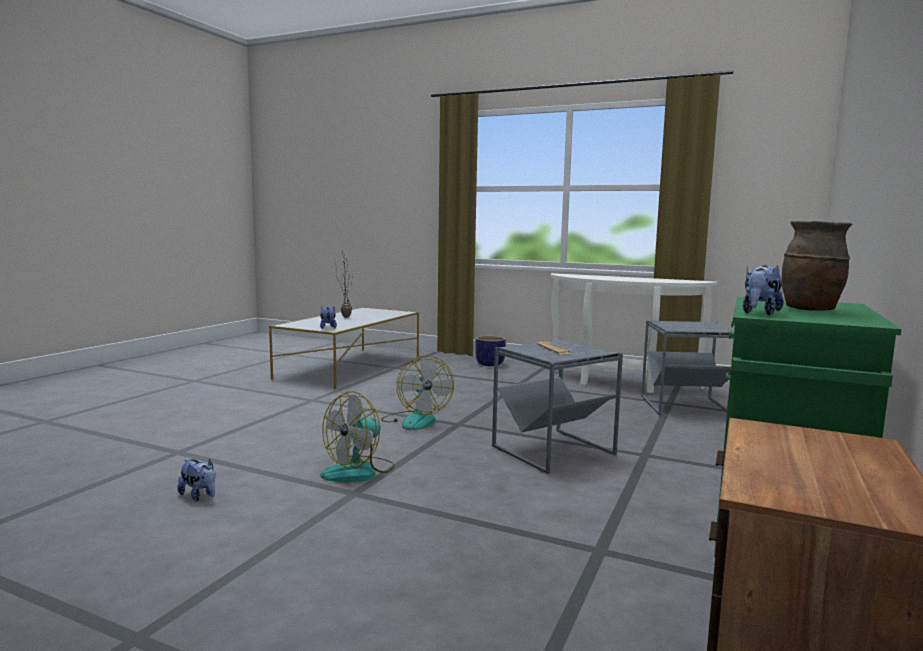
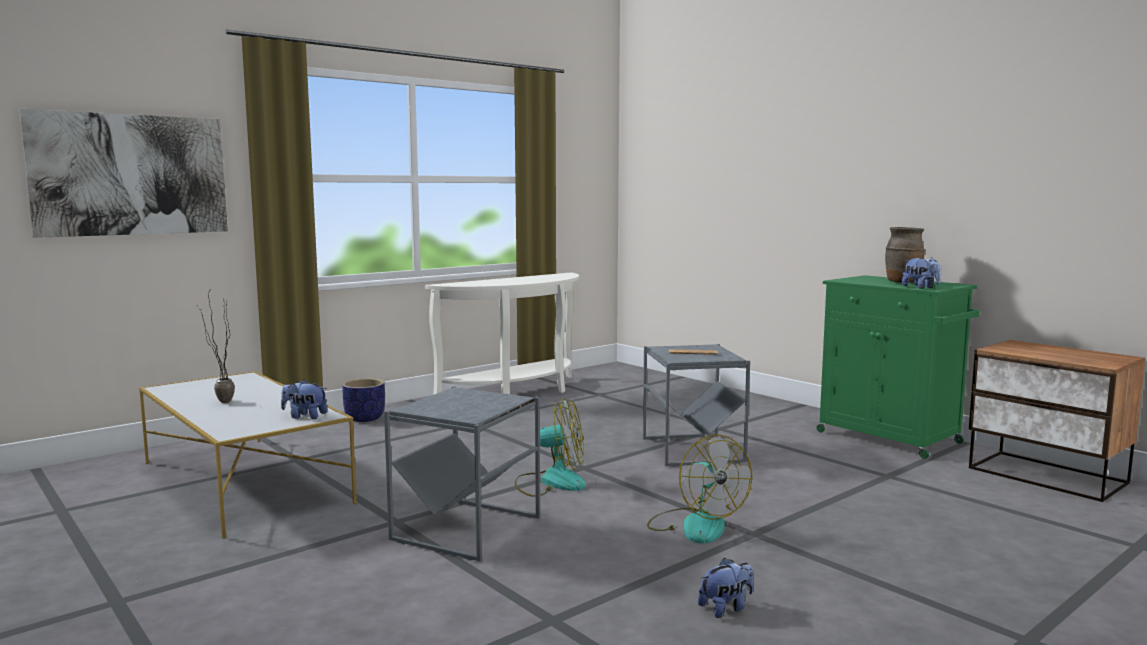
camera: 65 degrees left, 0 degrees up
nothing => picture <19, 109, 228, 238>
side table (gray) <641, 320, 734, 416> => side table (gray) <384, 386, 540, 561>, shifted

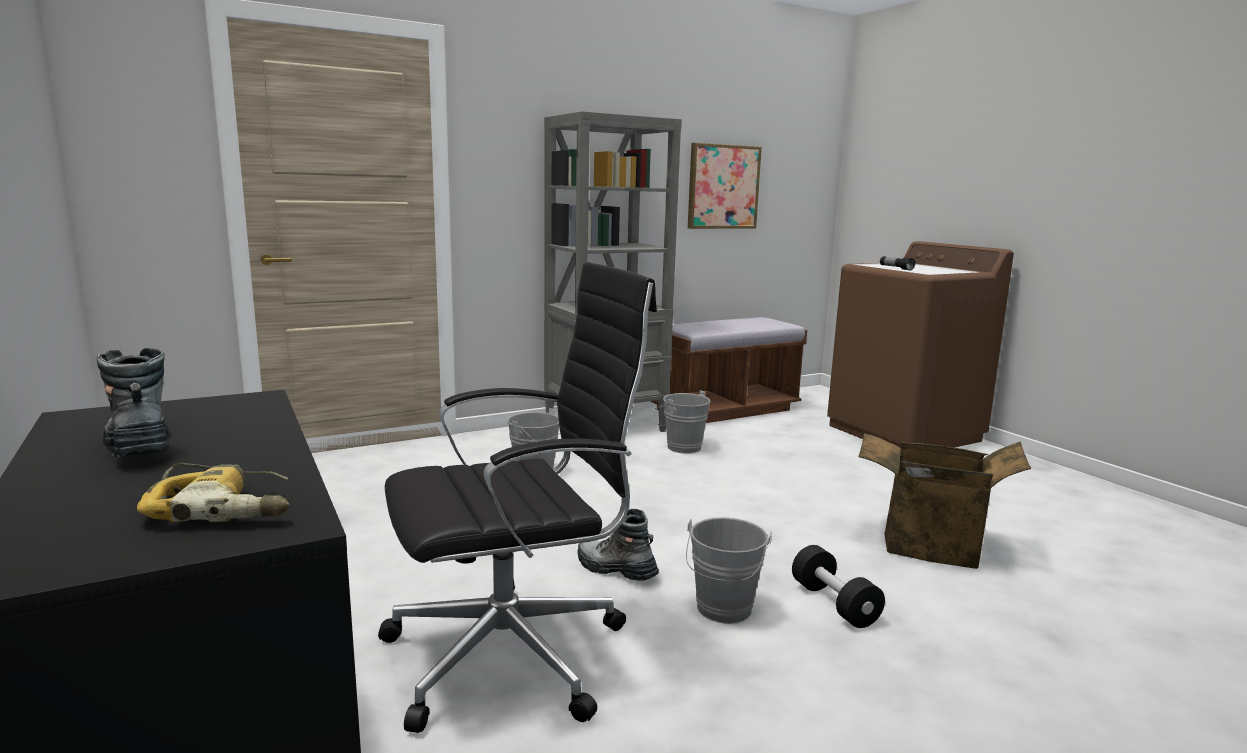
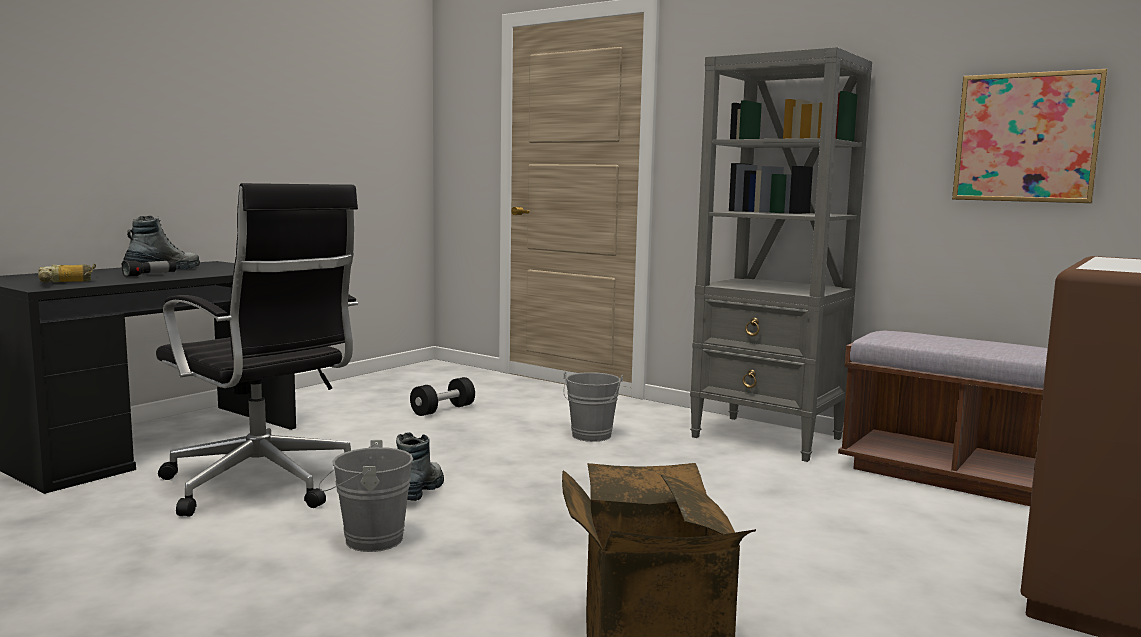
camera: 65 degrees right, 5 degrees down
pail (gray) <655, 390, 710, 454> => nothing
free weight (black) <792, 545, 885, 628> => free weight (black) <410, 377, 475, 416>, shifted
flashlight <880, 256, 915, 271> => flashlight <122, 260, 176, 277>, shifted

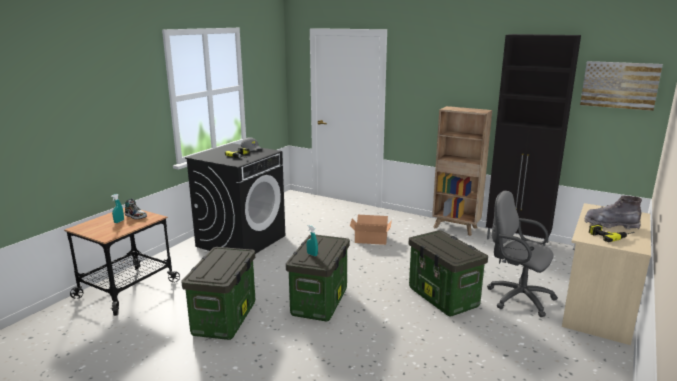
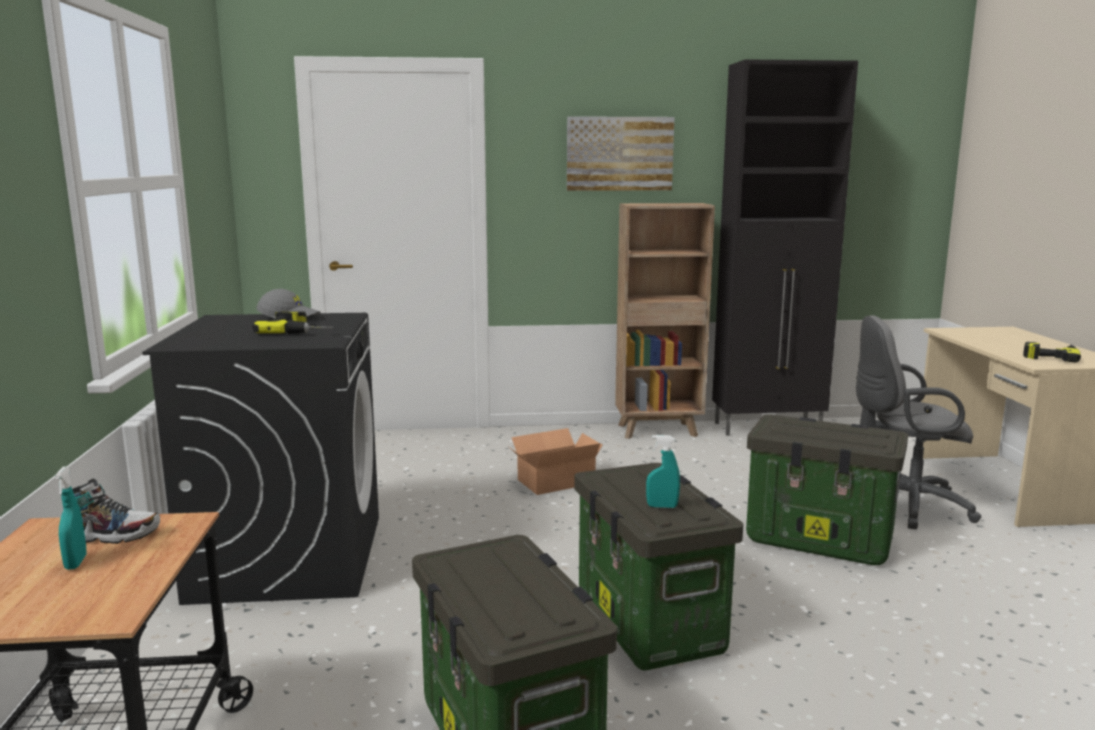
camera: 35 degrees left, 5 degrees down
boot (gray) <584, 196, 642, 230> => nothing
picture <580, 61, 663, 111> => picture <567, 116, 674, 191>, shifted

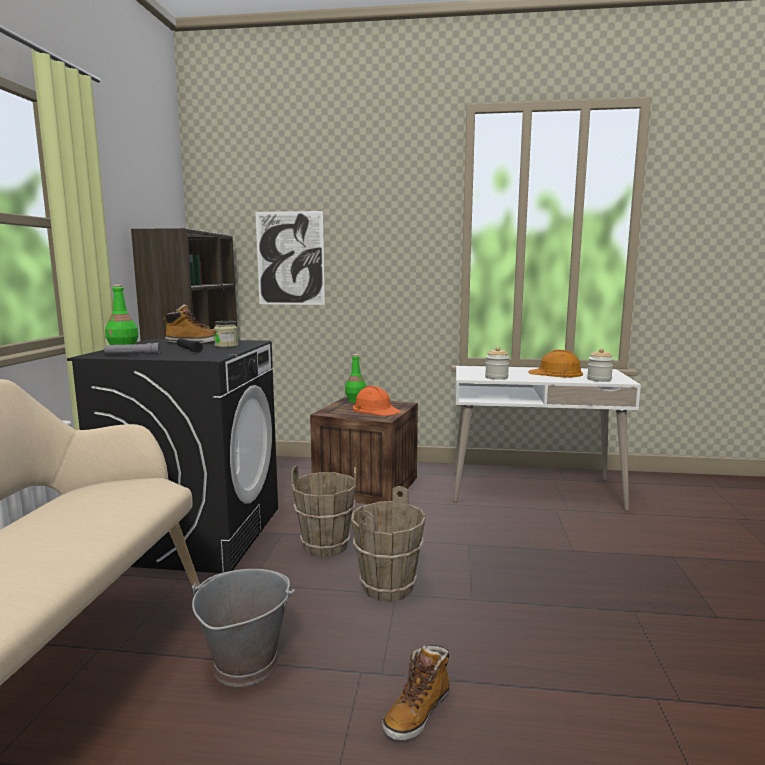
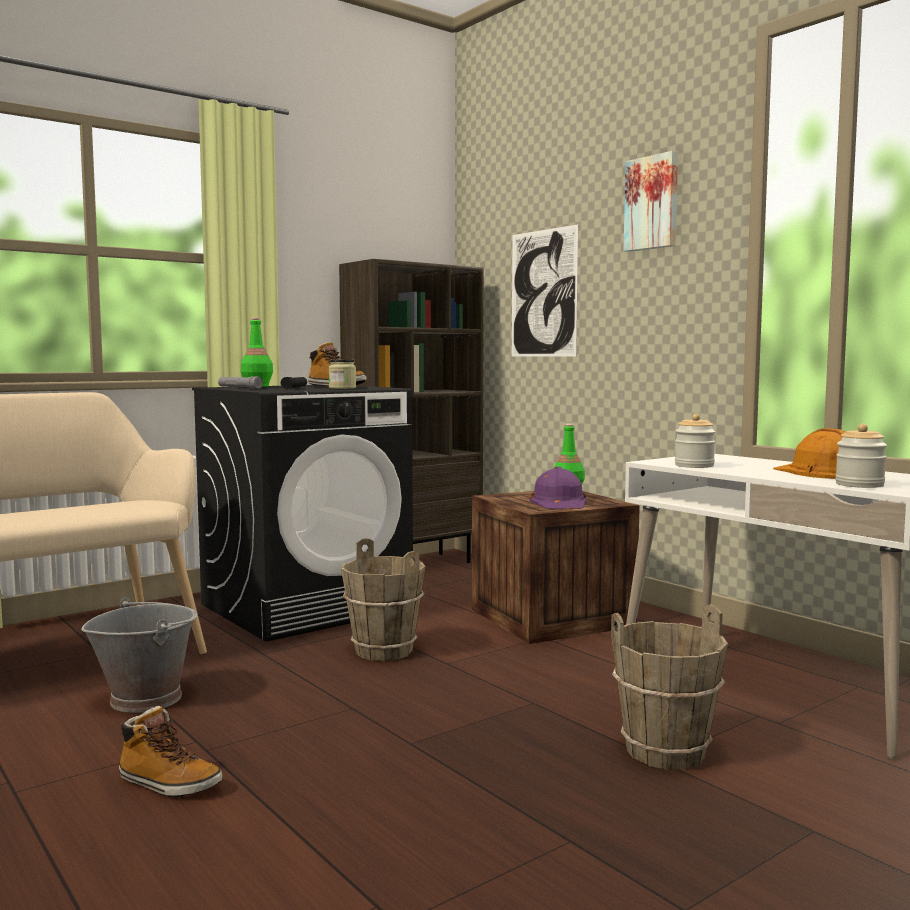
camera: 45 degrees right, 5 degrees down
nothing => picture <623, 151, 678, 252>
pail (brownish) <351, 486, 426, 602> => pail (brownish) <611, 604, 728, 770>, shifted
hard hat (orangey) <353, 385, 401, 416> => hard hat (purplish) <529, 467, 587, 509>
boot <382, 645, 450, 740> => boot <119, 706, 223, 797>, 150 degrees counterclockwise

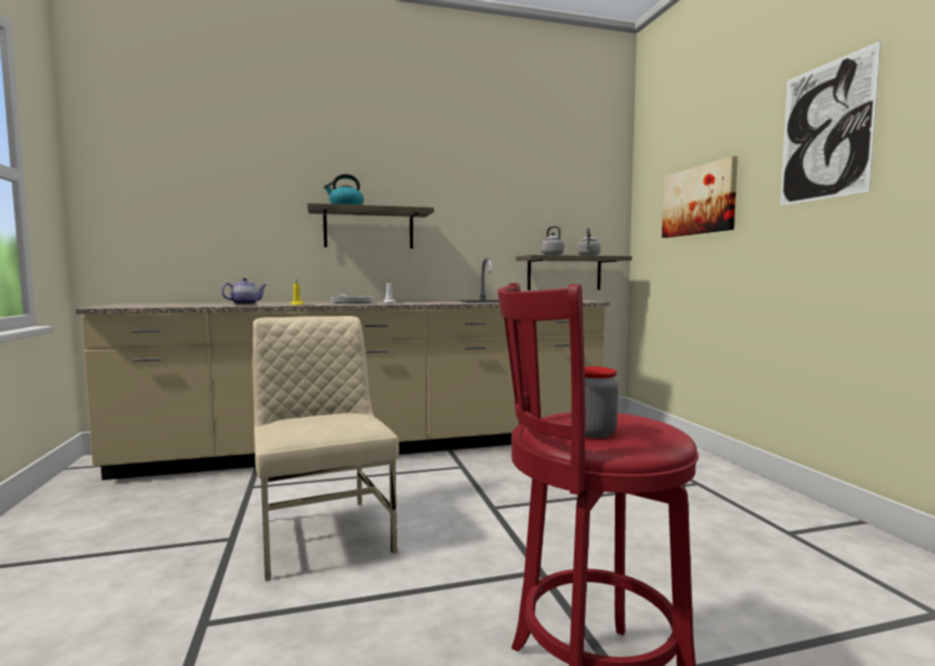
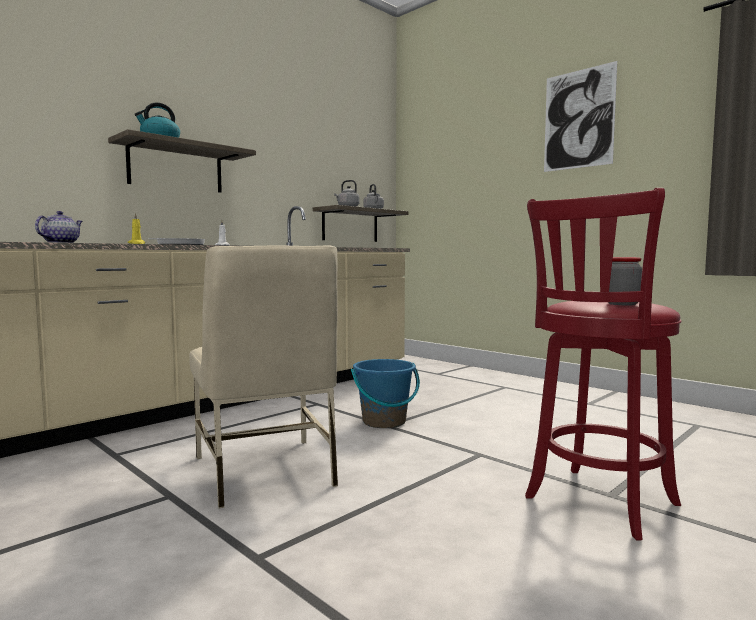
camera: 30 degrees left, 0 degrees up
picture <662, 156, 738, 238> => nothing
nothing => pail (blue-coloured) <351, 359, 420, 428>
chair (sand-coloured) <252, 316, 399, 581> => chair (sand-coloured) <189, 245, 338, 508>, 150 degrees counterclockwise

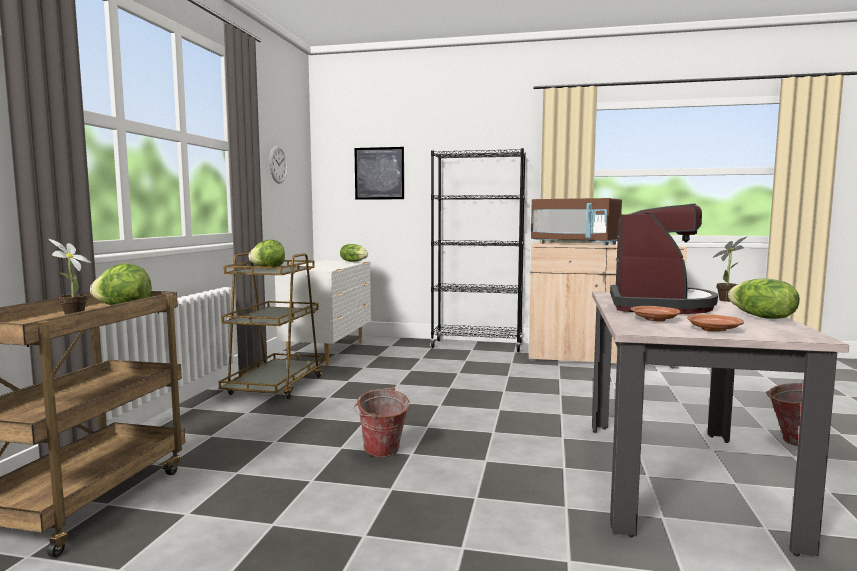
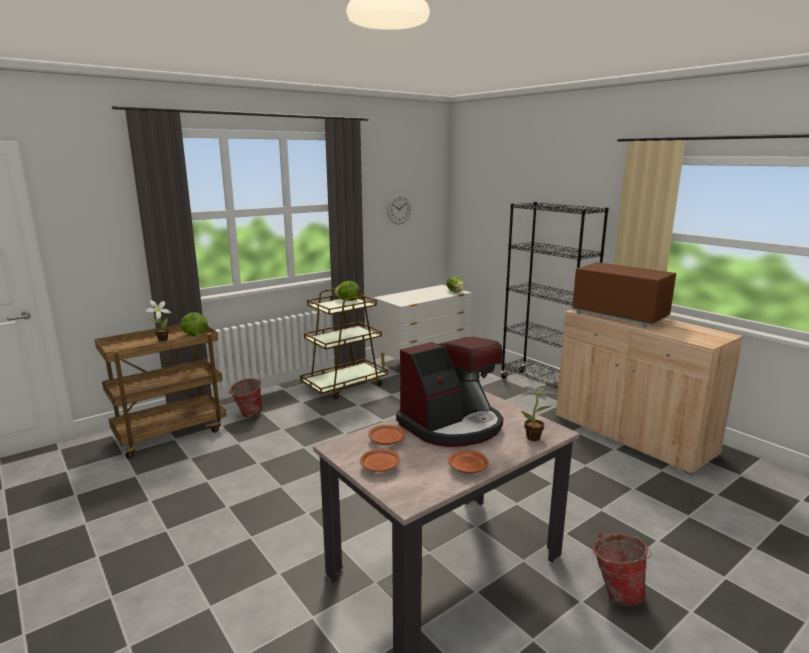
camera: 40 degrees right, 10 degrees up
picture <354, 147, 404, 200> => nothing
pail <354, 386, 410, 457> => pail <228, 378, 263, 418>, shifted
lettuce head <728, 278, 800, 319> => plate (brownish) <448, 450, 489, 474>
kitchen microwave (brownish) <531, 198, 622, 246> => kitchen microwave (brownish) <572, 262, 676, 327>, 150 degrees clockwise

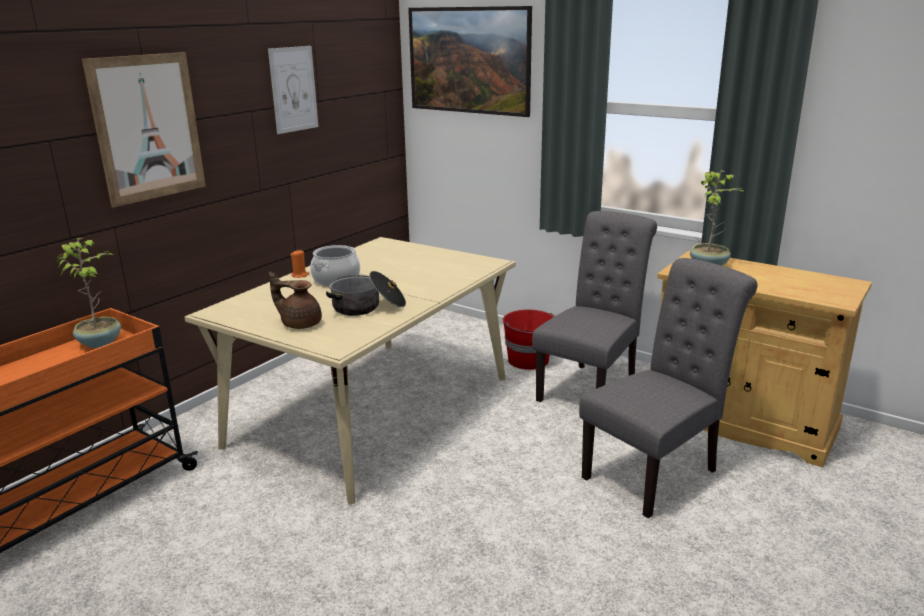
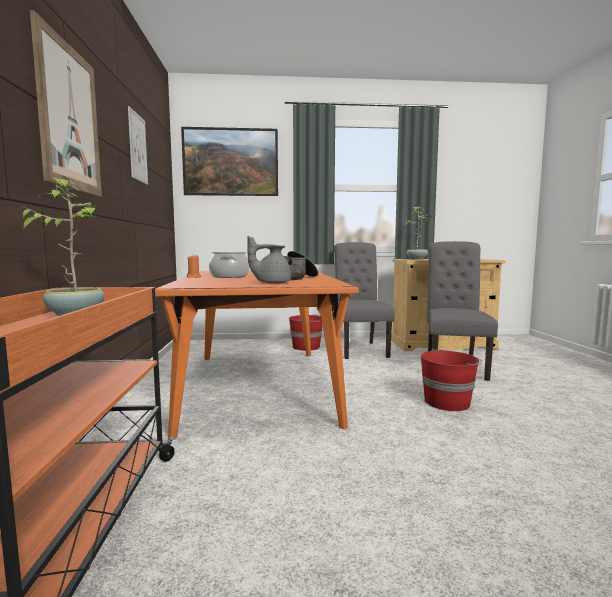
camera: 40 degrees left, 15 degrees down
nothing => pail (red) <421, 349, 482, 411>
dinner table (sand-coloured) <185, 237, 516, 504> => dinner table (orangey) <155, 270, 359, 438>
pot for tea (brownish) <269, 272, 322, 329> => pot for tea (gray) <247, 236, 291, 284>

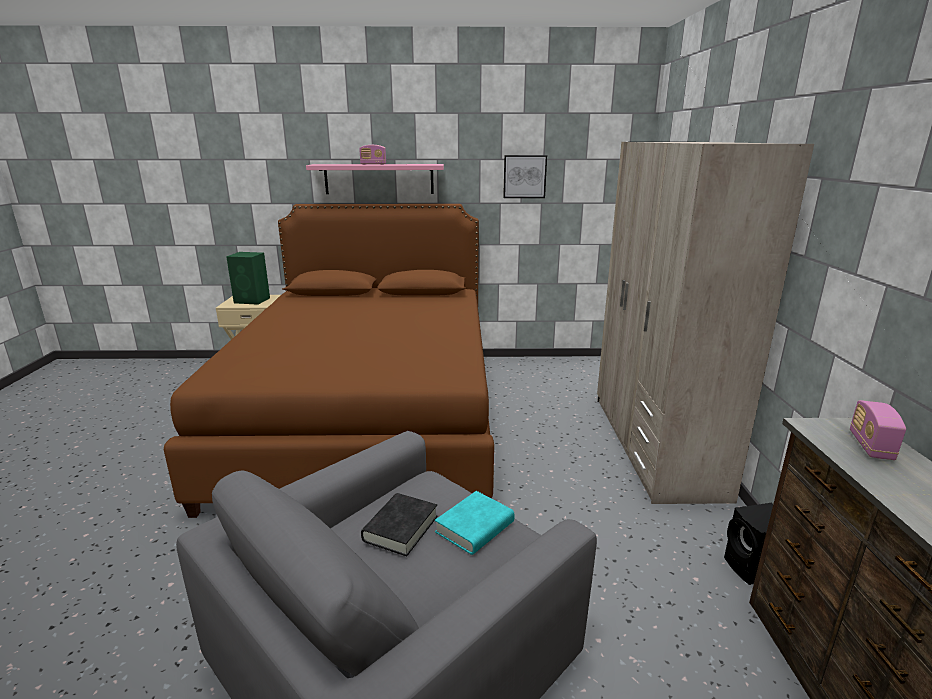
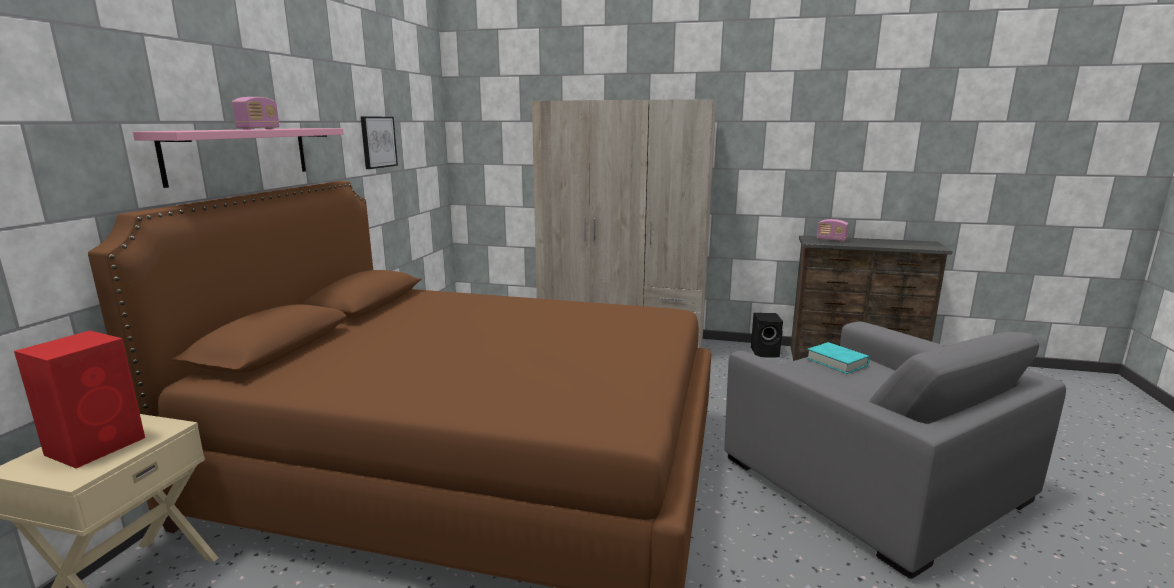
camera: 75 degrees left, 5 degrees down
bound book (black) <361, 493, 437, 556> => nothing
audio speaker (greenish) <226, 252, 270, 305> => audio speaker (red) <14, 331, 145, 468>

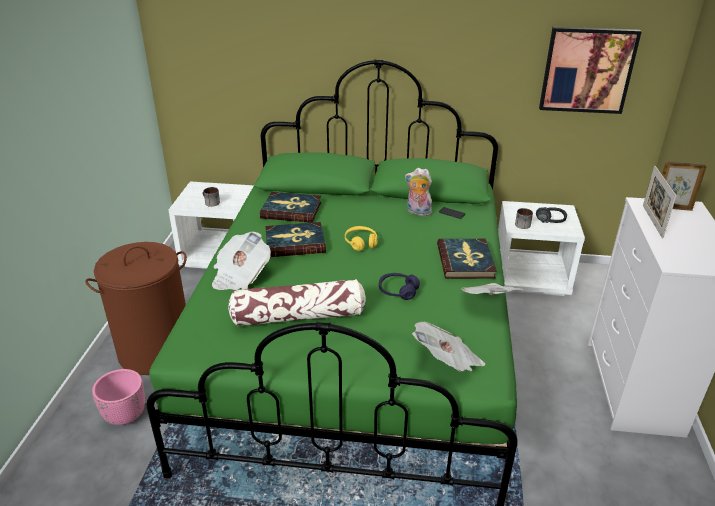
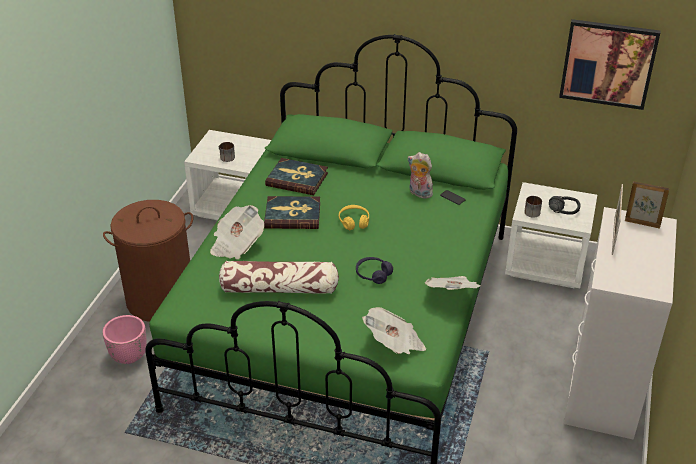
camera: 10 degrees right, 5 degrees up
bound book <437, 239, 497, 279> => nothing

